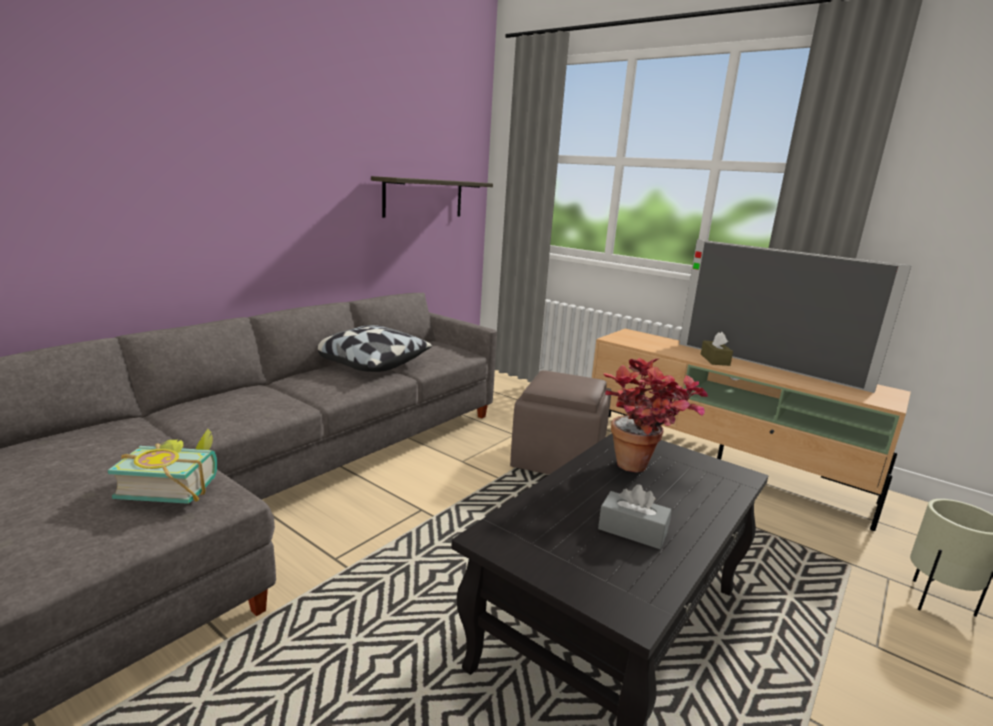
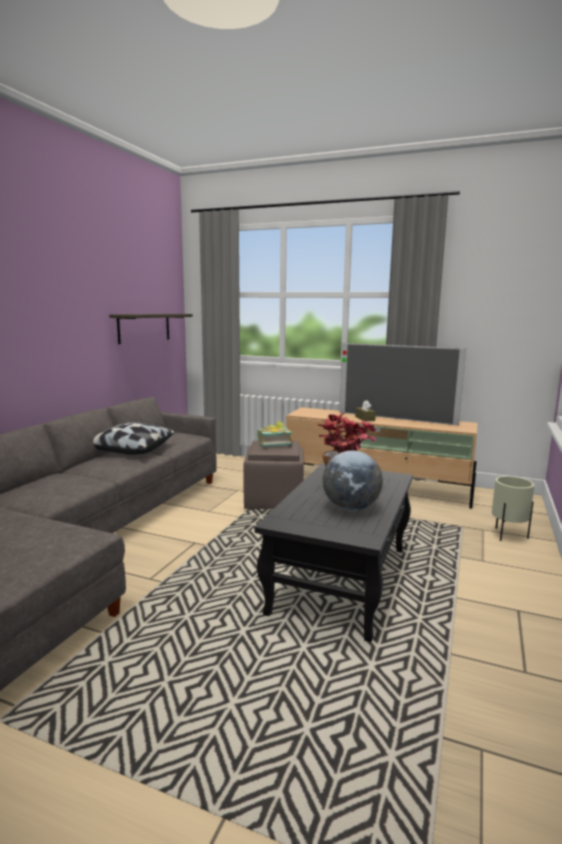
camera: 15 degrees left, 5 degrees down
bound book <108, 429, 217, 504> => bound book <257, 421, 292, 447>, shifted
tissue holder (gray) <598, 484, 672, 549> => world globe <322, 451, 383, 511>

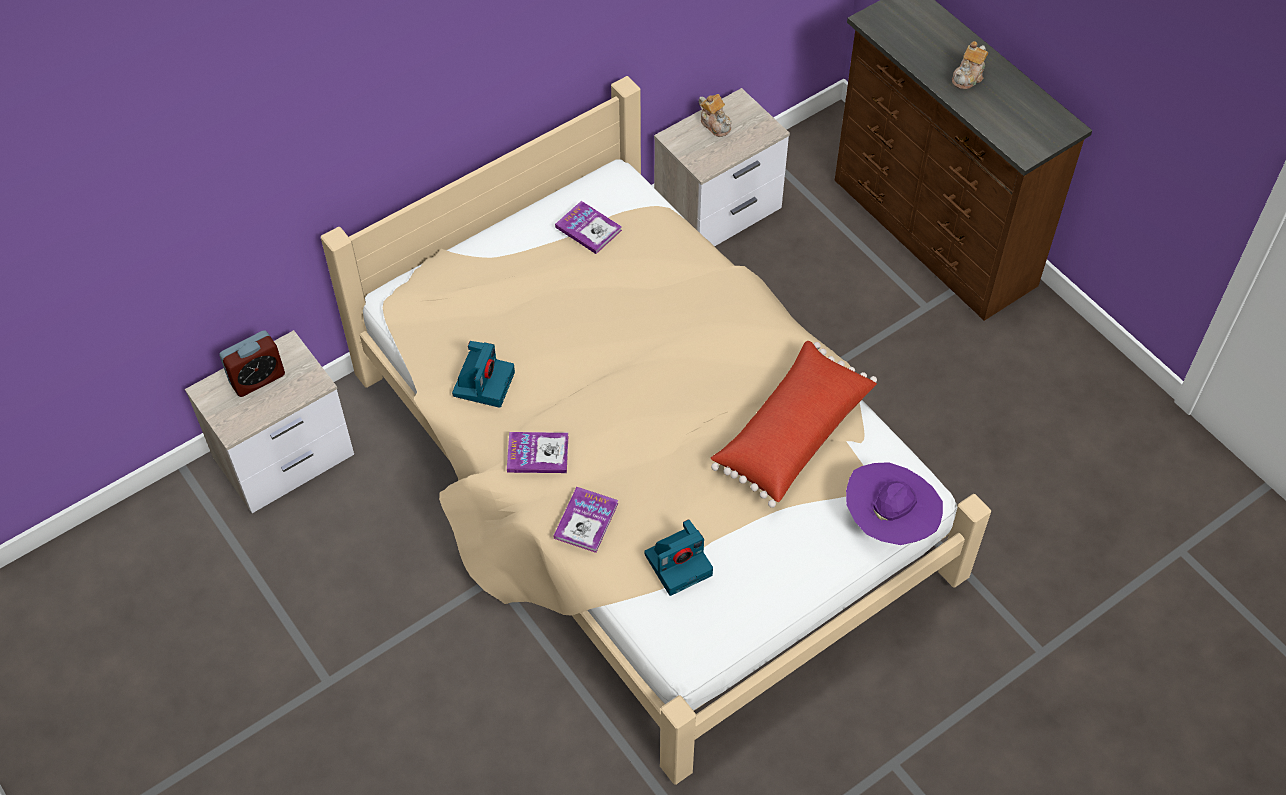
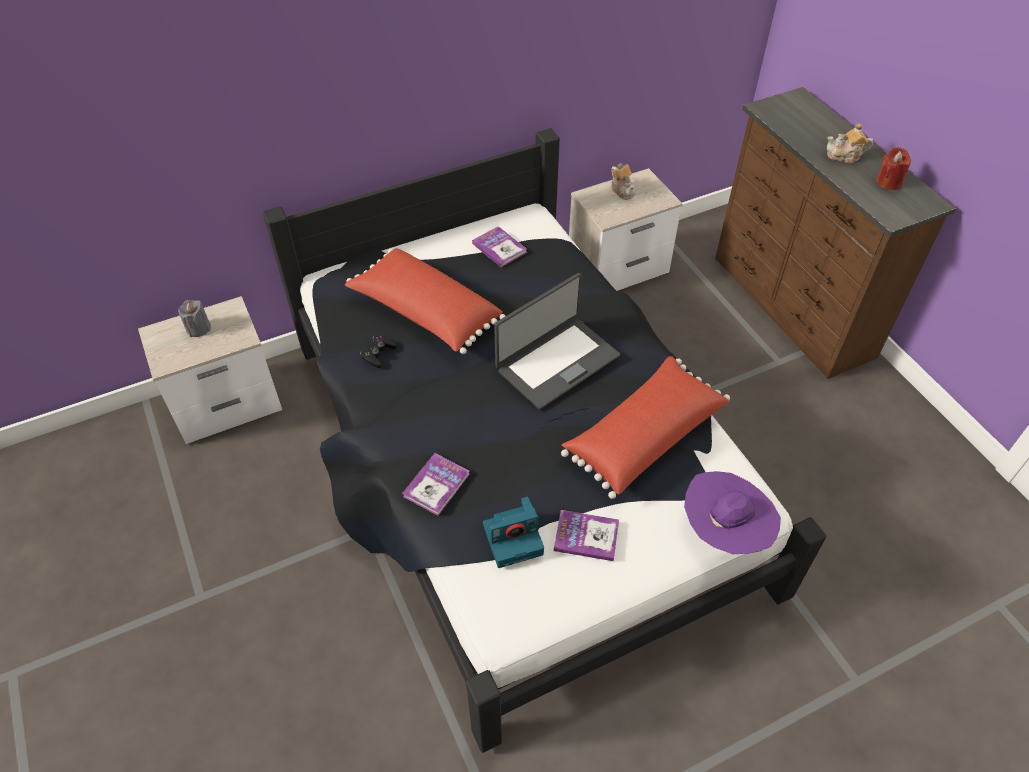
camera: 10 degrees right, 5 degrees down
nothing => throw pillow (red) <345, 248, 505, 354>
nothing => portable computer <494, 273, 620, 410>
nothing => wax candle (red) <876, 147, 911, 190>
bound book <507, 432, 568, 473> => bound book <554, 510, 619, 561>, shifted
bedside clock <219, 330, 285, 397> => wax candle (gray) <178, 300, 211, 337>
still camera <452, 341, 515, 408> => joypad (black) <360, 336, 397, 368>
bed (sand-coloured) <321, 76, 991, 785> => bed (black) <262, 128, 826, 753>
pot for tea <952, 41, 988, 89> => pot for tea <827, 123, 873, 163>, 45 degrees clockwise

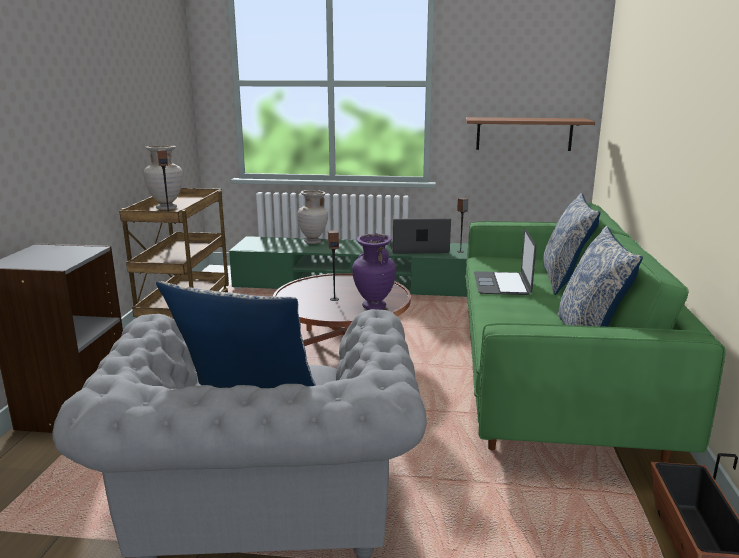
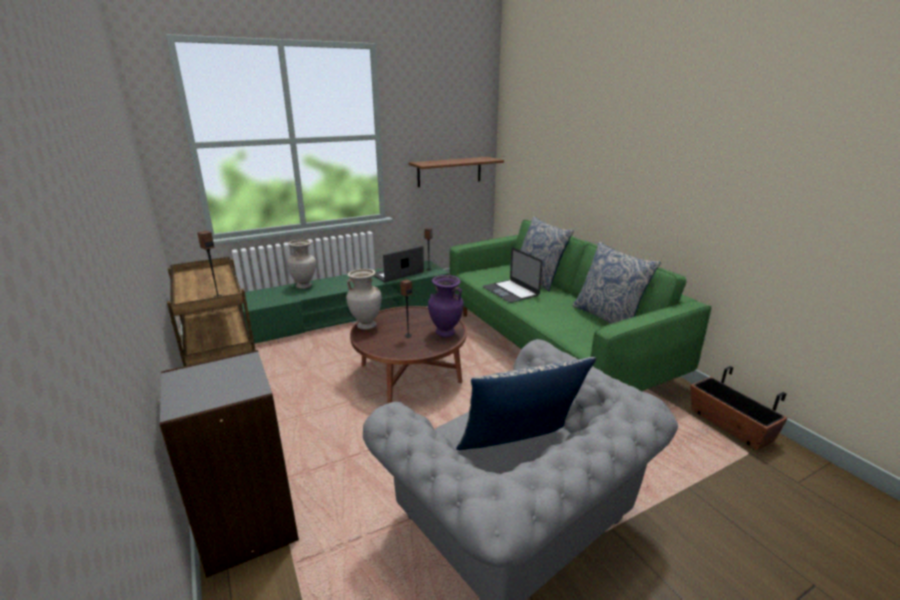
camera: 35 degrees left, 5 degrees up
flower vase (sand-coloured) <143, 146, 183, 210> => flower vase (sand-coloured) <346, 269, 382, 330>, shifted

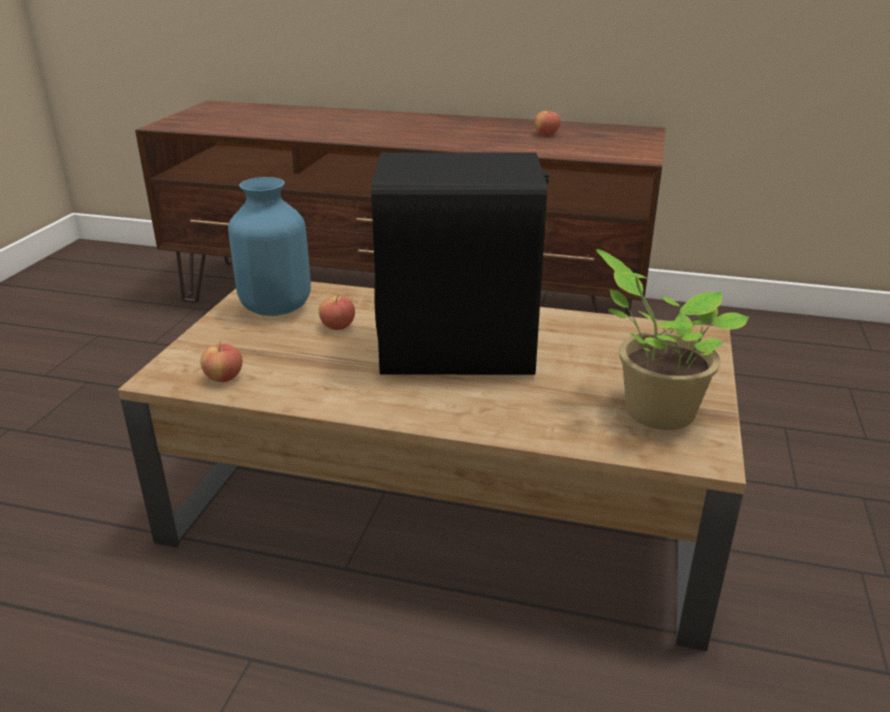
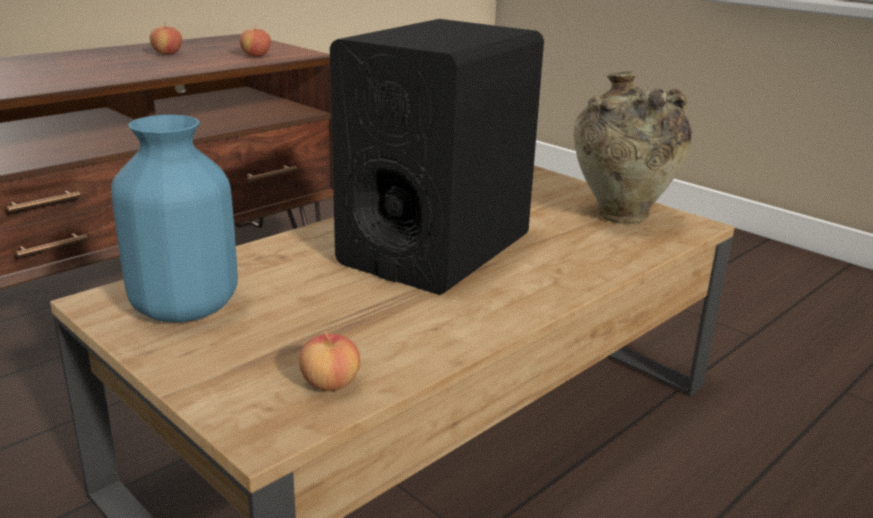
camera: 60 degrees left, 5 degrees down
apple fruit <319, 295, 355, 330> => apple fruit <239, 25, 271, 57>, shifted
houseplant <596, 249, 749, 430> => flower vase (sand-coloured) <574, 72, 692, 224>

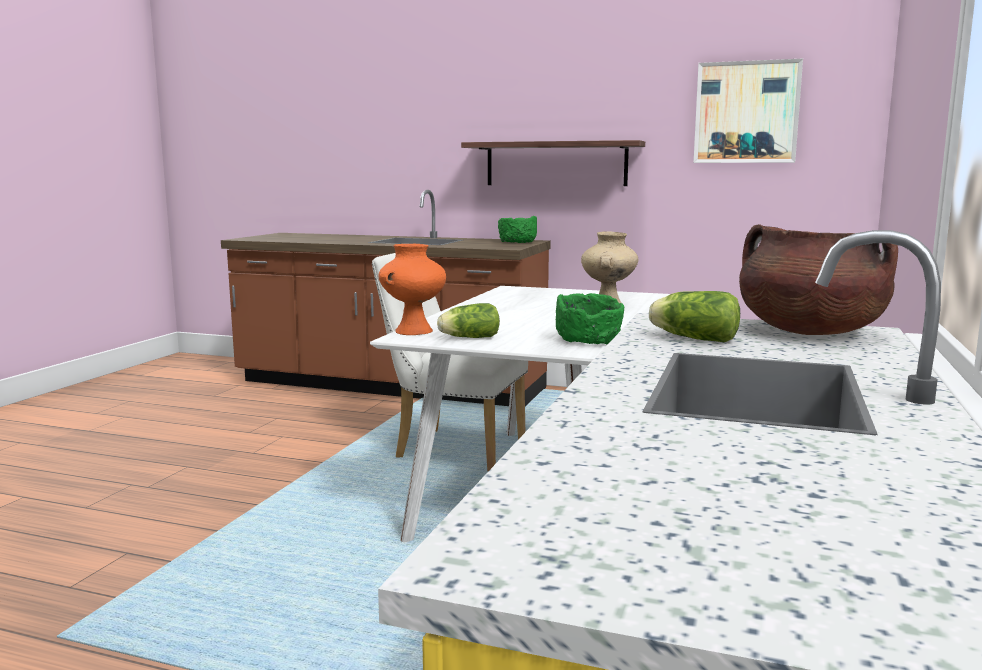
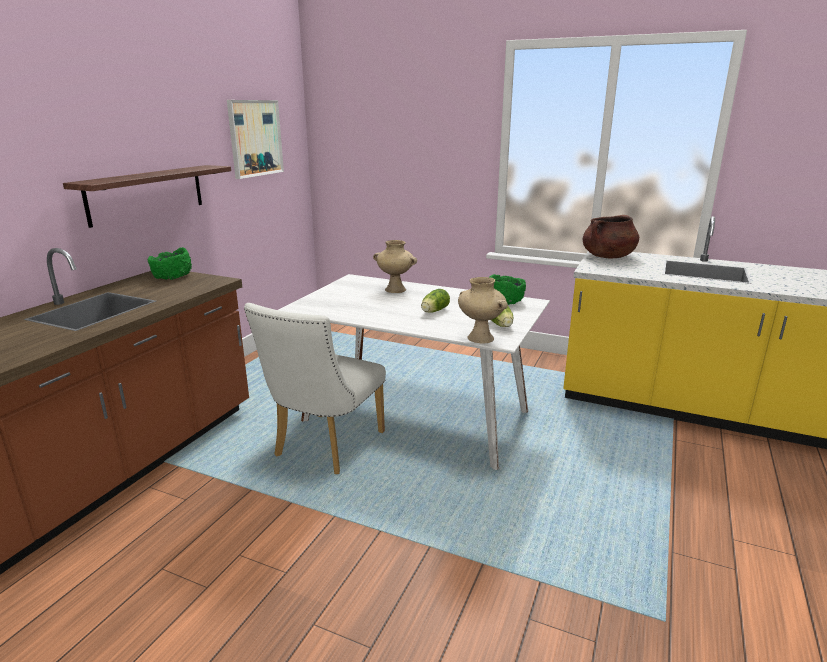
camera: 85 degrees left, 10 degrees up
lettuce head <649, 291, 740, 342> => lettuce head <421, 289, 450, 312>, shifted
flower vase (orangey) <379, 244, 446, 335> => flower vase (sand-coloured) <458, 277, 508, 343>

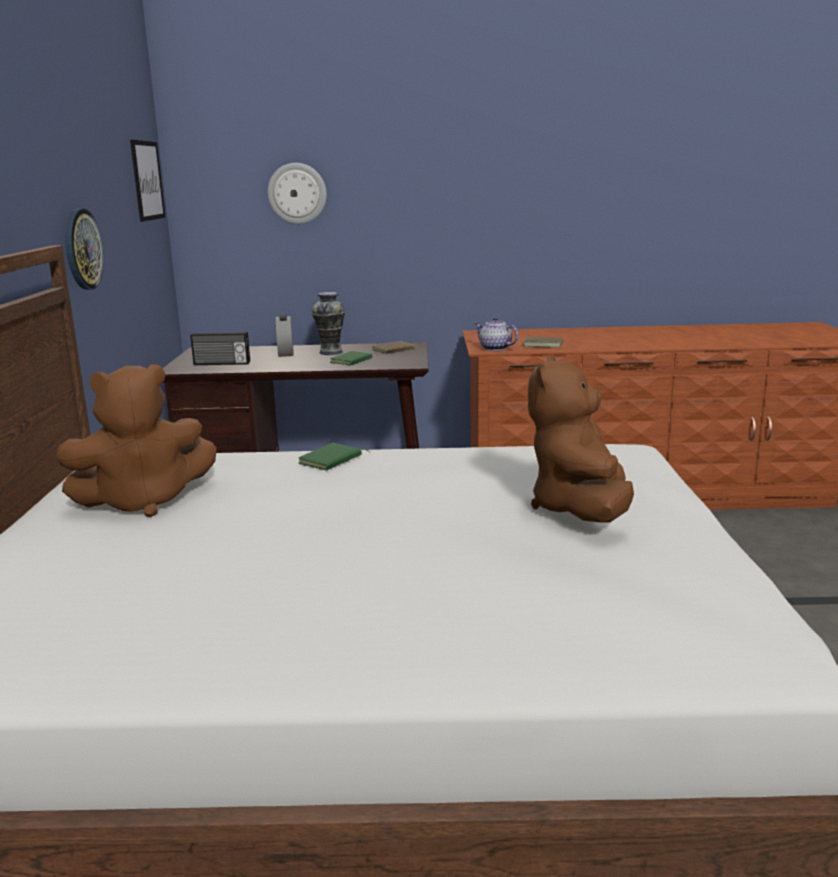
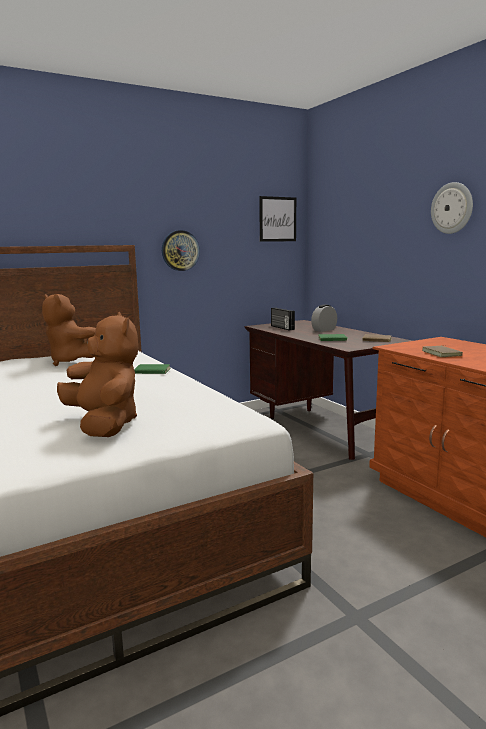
camera: 60 degrees right, 5 degrees down
flower vase <312, 292, 345, 355> => nothing
pot for tea <474, 317, 518, 351> => nothing
hanging clock <268, 163, 327, 224> => hanging clock <431, 182, 473, 234>, shifted
plush toy (brownish) <528, 355, 634, 523> => plush toy (brownish) <57, 312, 138, 437>, 75 degrees clockwise

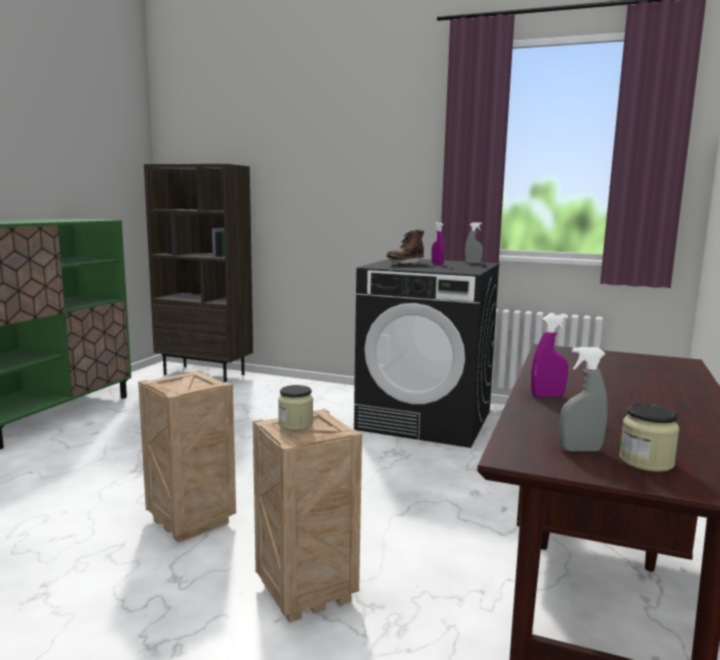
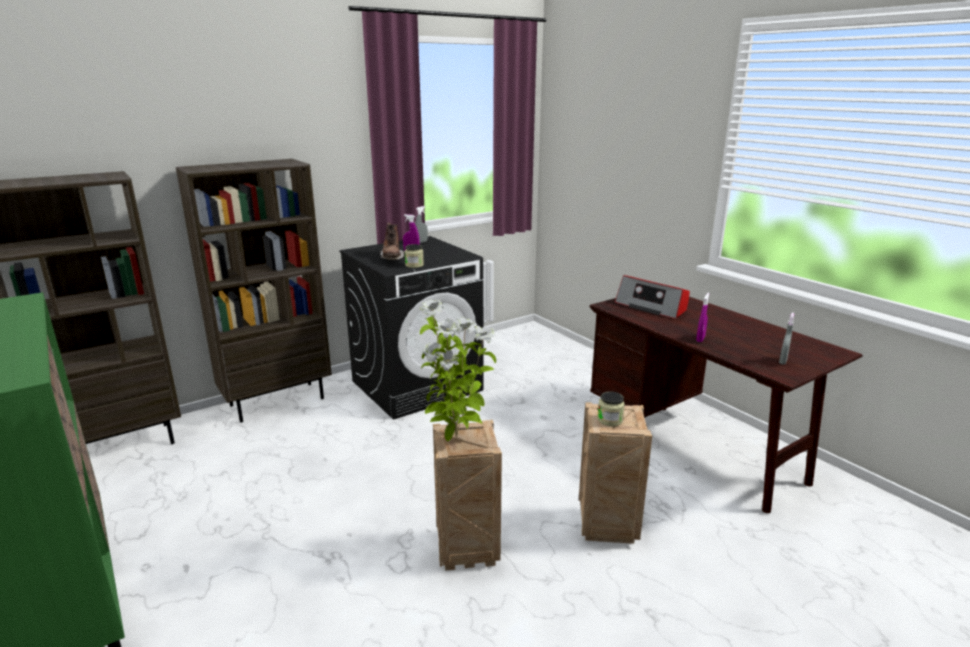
camera: 55 degrees left, 10 degrees up
nothing => bookcase (brownish) <176, 159, 332, 422>
nothing => houseplant <420, 300, 496, 441>
nothing => radio <615, 275, 690, 319>
jar <619, 404, 680, 472> => jar <405, 244, 424, 268>, shifted

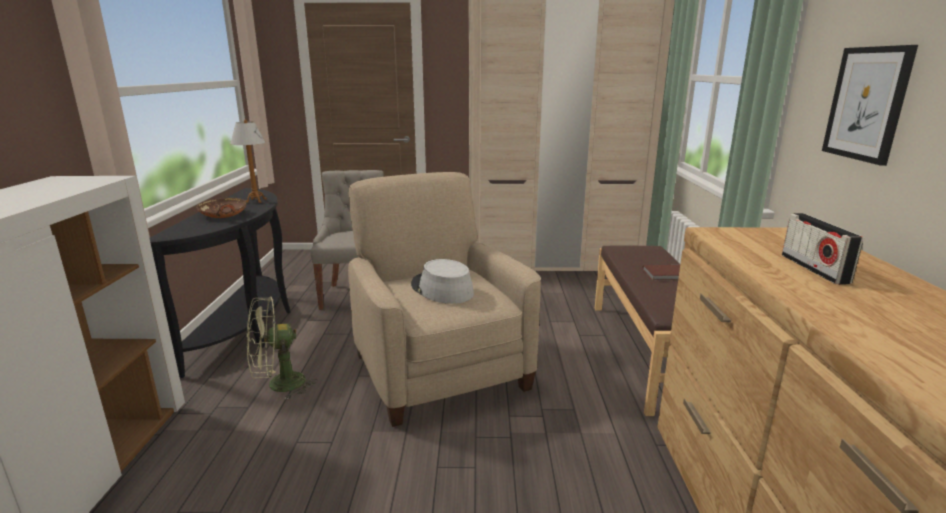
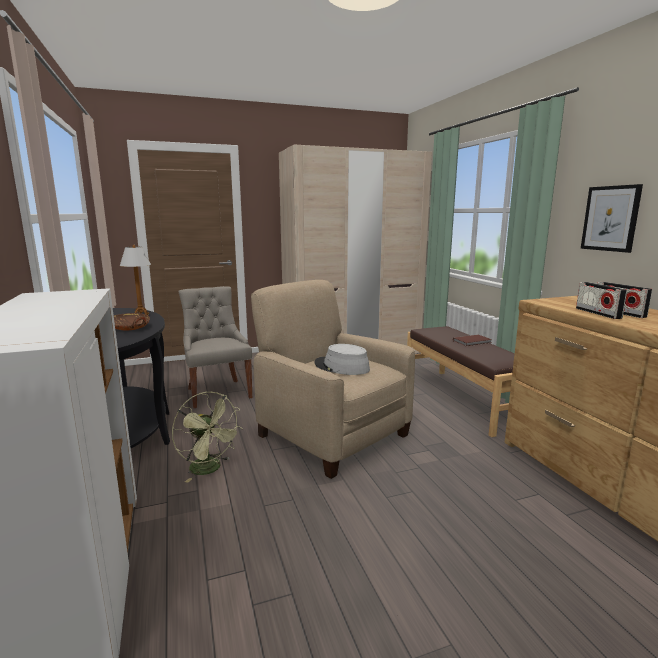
camera: 20 degrees left, 5 degrees down
nothing => radio <576, 282, 627, 319>
electric fan (greenish) <247, 296, 318, 400> => electric fan (greenish) <172, 392, 242, 483>, 90 degrees counterclockwise

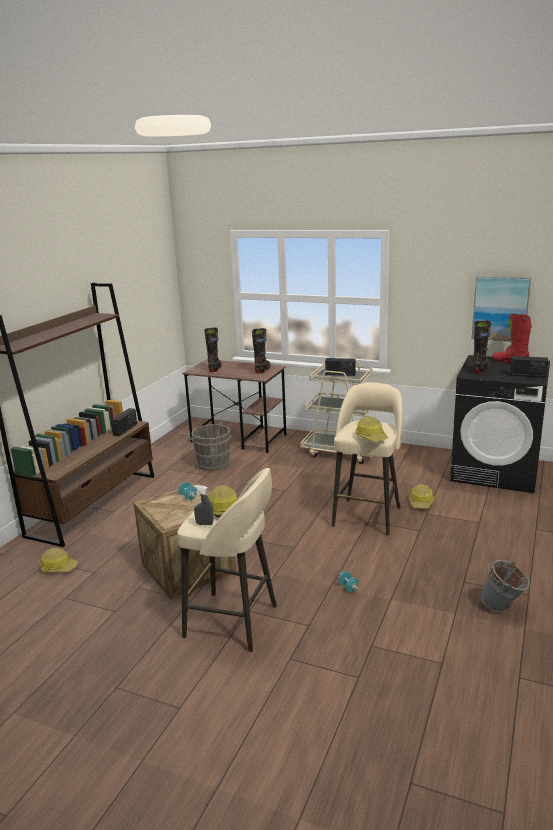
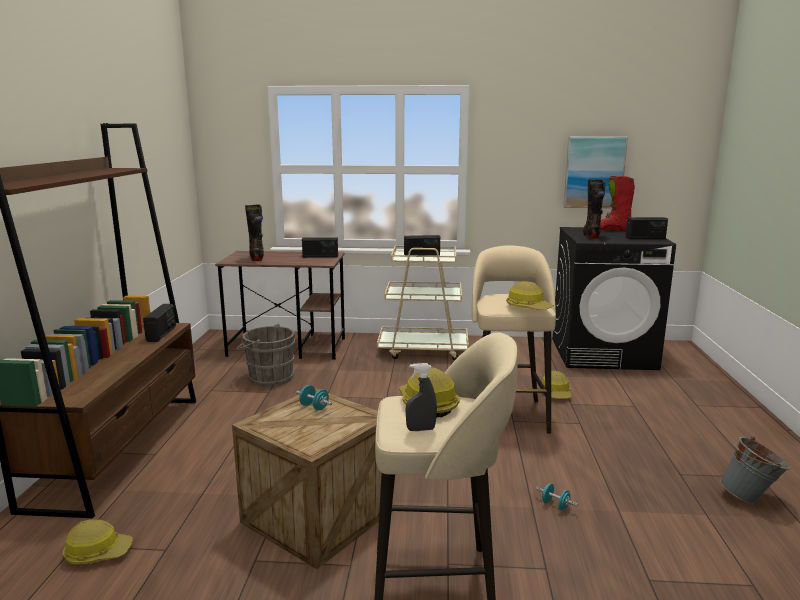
camera: 20 degrees left, 5 degrees down
boot (black) <252, 328, 271, 374> => radio <302, 237, 338, 258>

